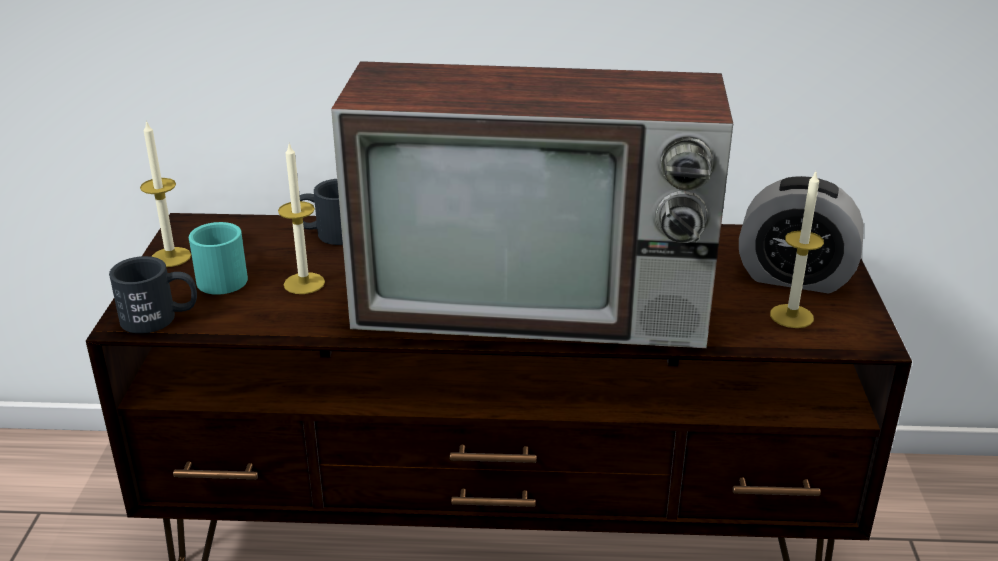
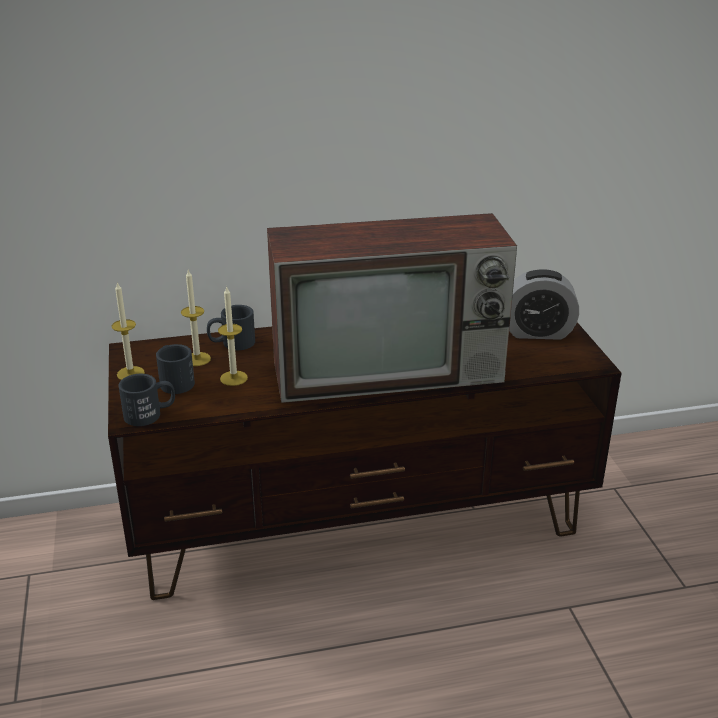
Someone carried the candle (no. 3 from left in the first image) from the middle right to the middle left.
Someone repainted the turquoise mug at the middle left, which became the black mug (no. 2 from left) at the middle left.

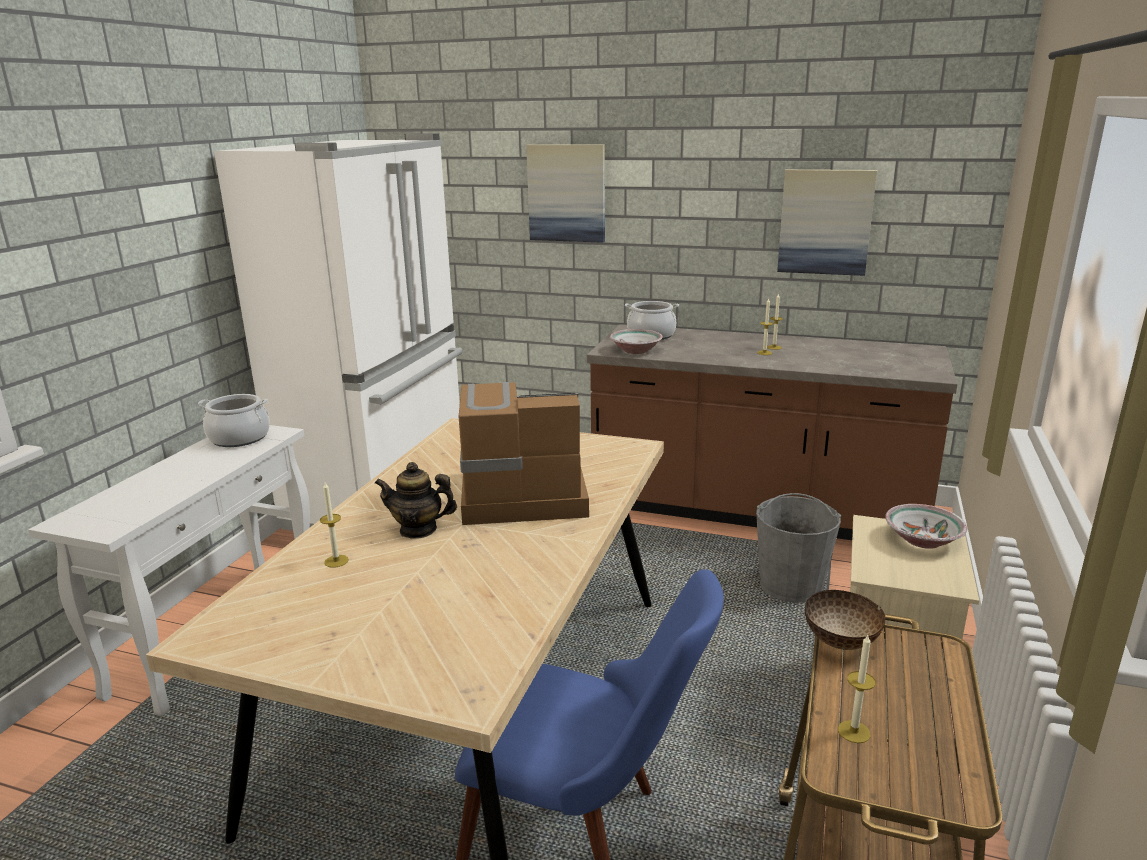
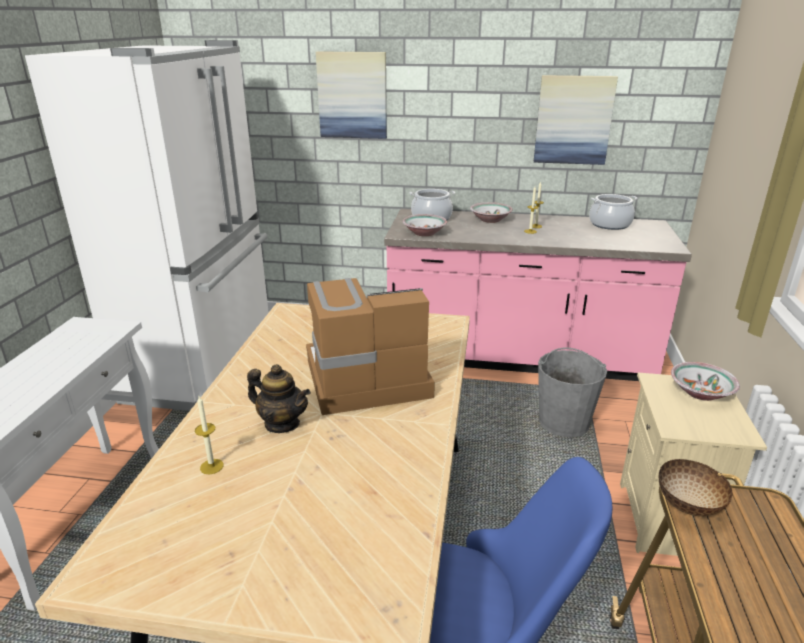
Someone repainted the brown counter at the middle right, which became the pink counter at the middle right.
Someone carried the cooking pot (no. 1 from left in the first image) from the middle left to the top right.
Someone rotated the teapot at the centre by 150 degrees counterclockwise.
Someone took away the candle (no. 4 from left) at the bottom right.
Someone put down the bowl (no. 2 from left) at the top centre.

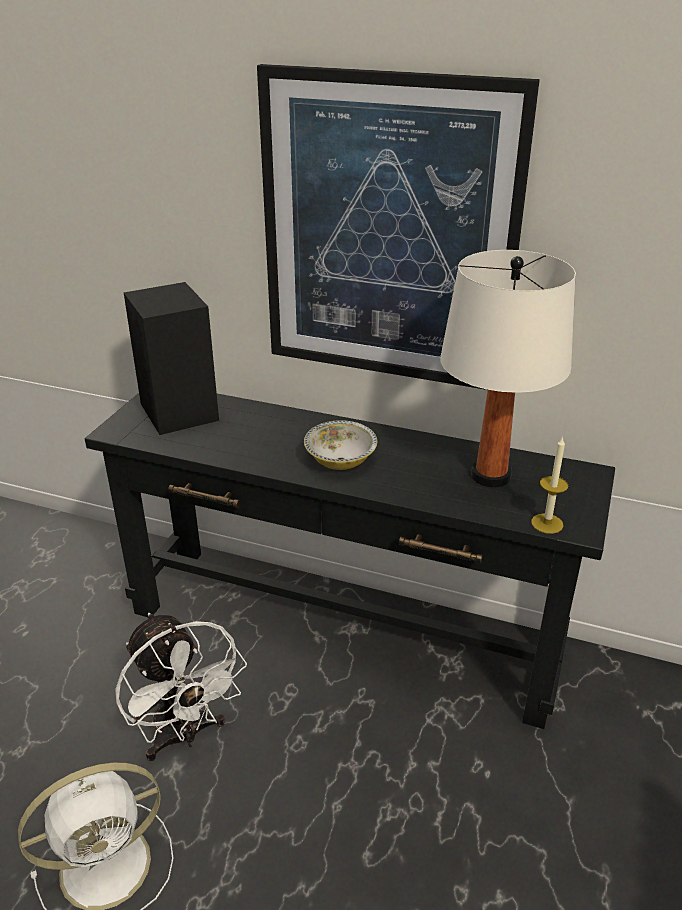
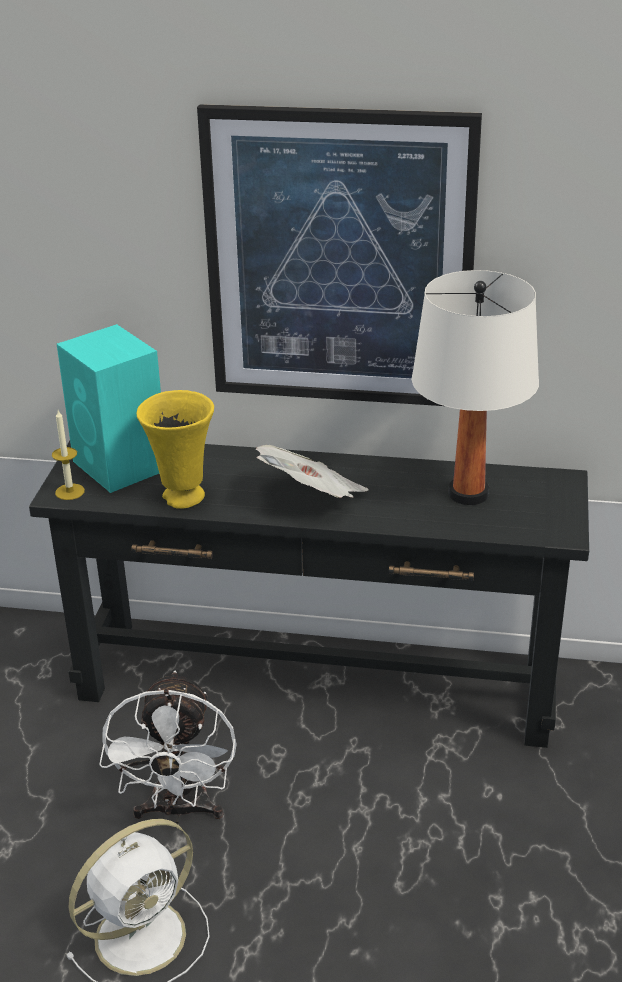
Someone repainted the black speaker at the middle left, which became the turquoise speaker at the middle left.
Someone swapped the bowl at the centre for the newspaper at the centre.
Someone carried the candle from the middle right to the middle left.
Someone rotated the white fan (no. 2 from left) at the bottom left by 45 degrees clockwise.
Someone put down the yellow vase at the middle left.

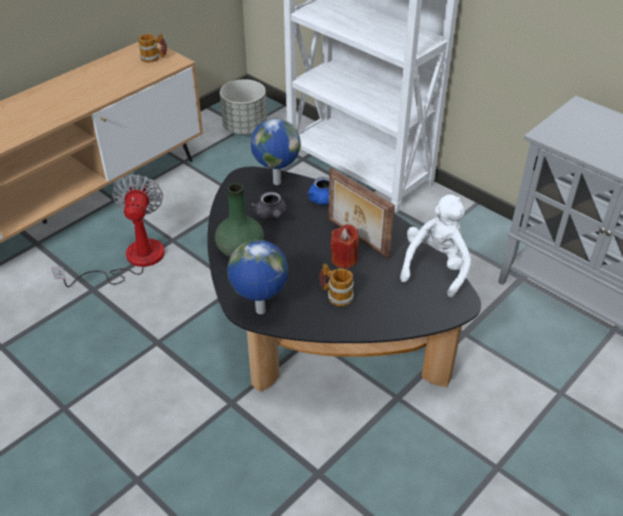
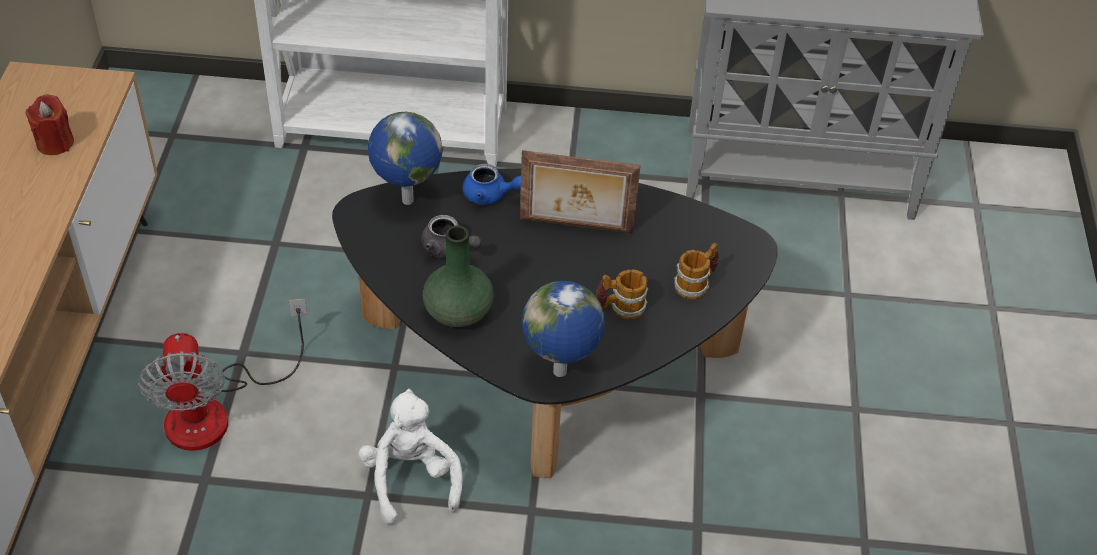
Someone carried the mug (no. 1 from left in the first image) from the top left to the centre.
Someone took away the grey planter at the top centre.
Someone rotated the fan at the middle left by 150 degrees counterclockwise.
Someone carried the white plush toy from the middle right to the bottom centre.
Someone carried the red candle from the centre to the top left.

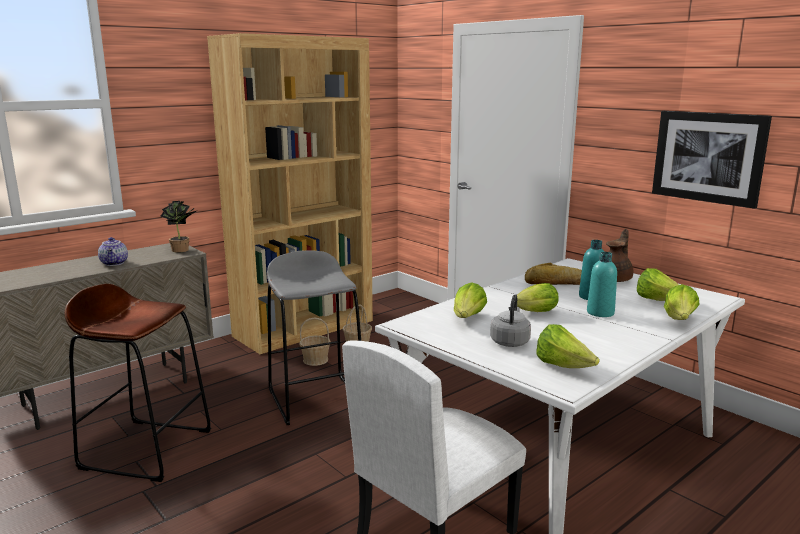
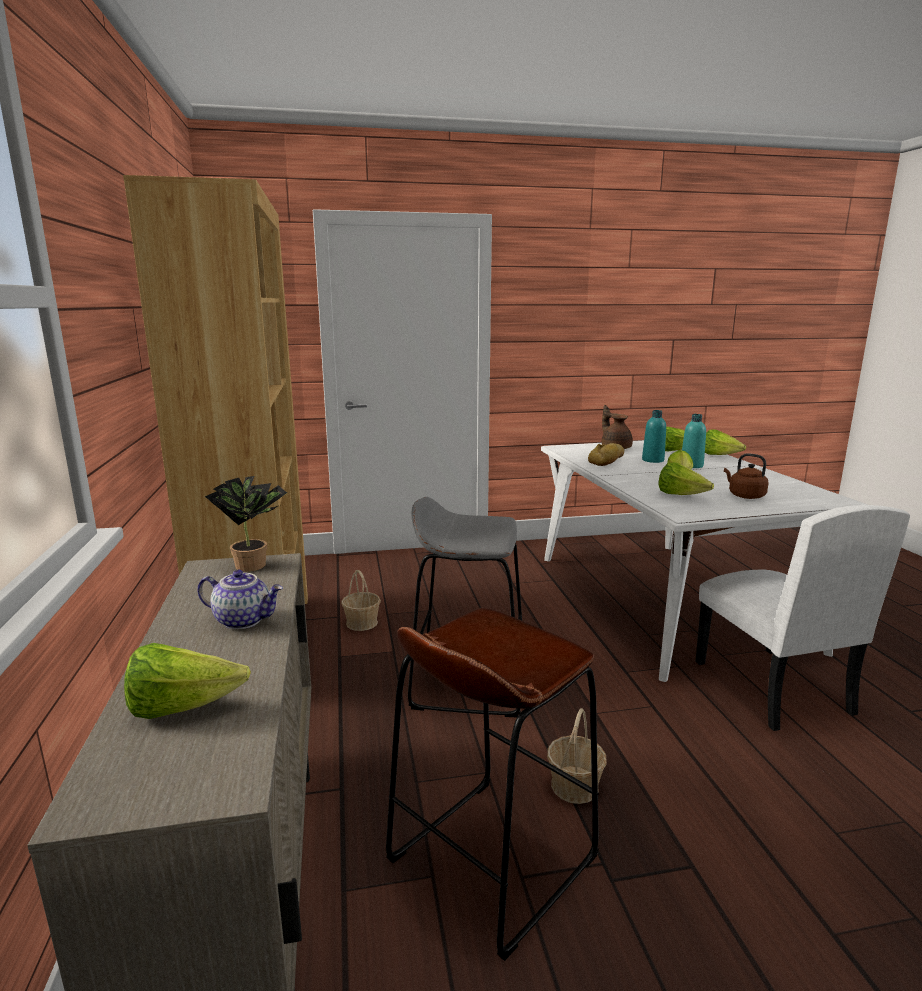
Someone took away the picture at the top right.
Someone repainted the grey kettle at the centre, which became the brown kettle at the middle right.
Someone carried the basket (no. 1 from left in the first image) from the centre to the bottom centre.
Someone carried the lettuce (no. 3 from left in the first image) from the middle right to the bottom left.

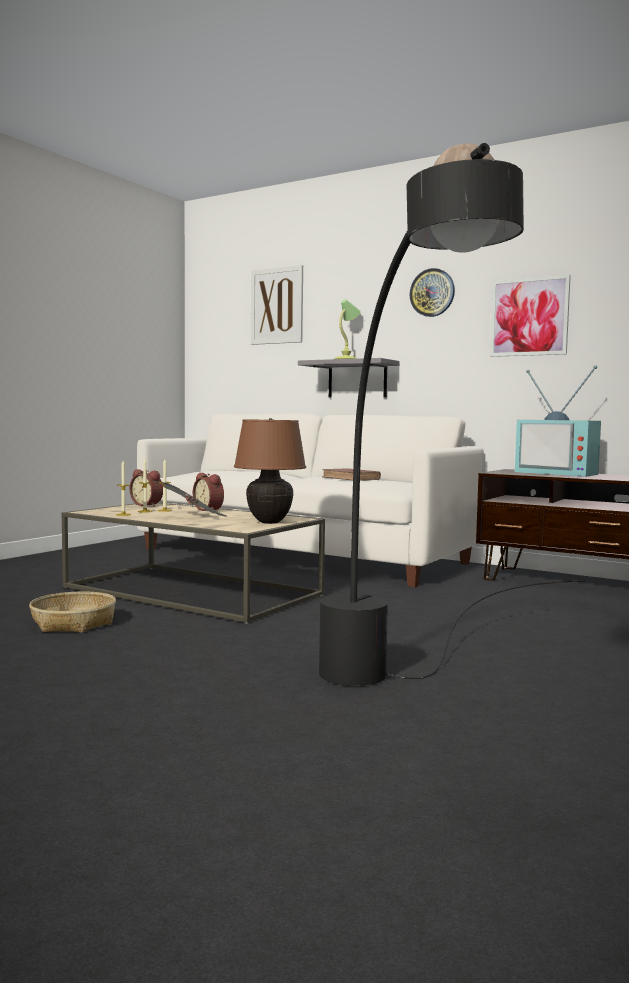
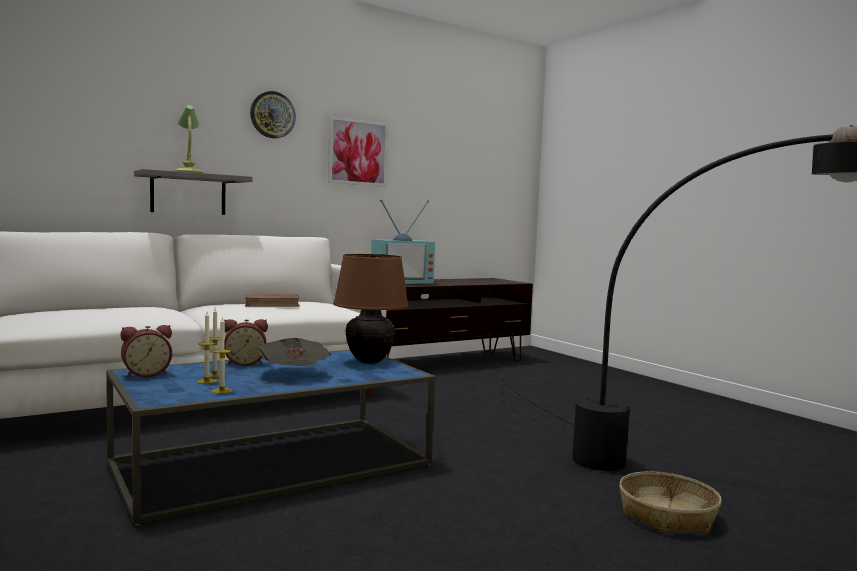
Someone took away the picture (no. 1 from left) at the top centre.
Someone repainted the beige coffee table at the middle left, which became the blue coffee table at the bottom left.
Someone carried the basket from the middle left to the bottom right.

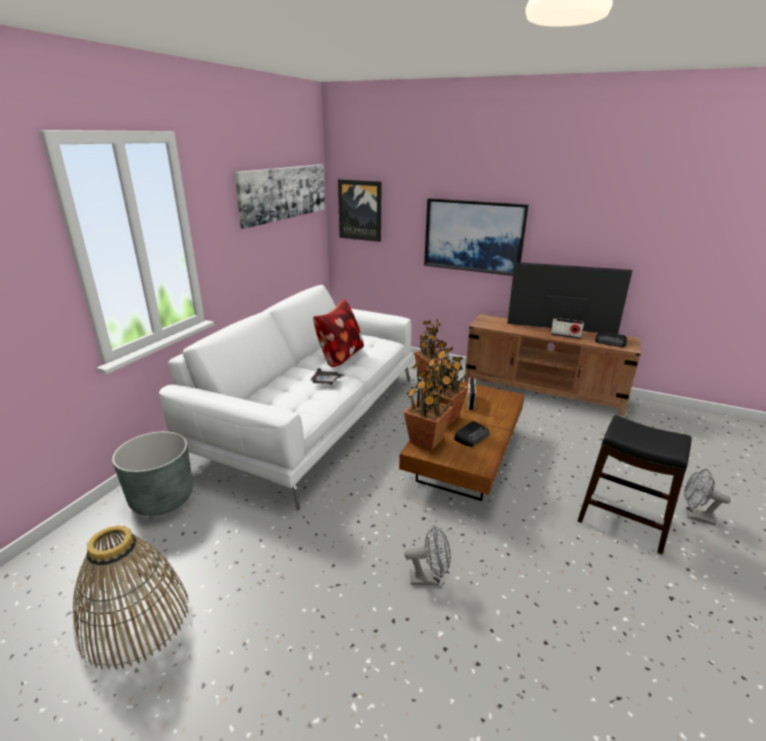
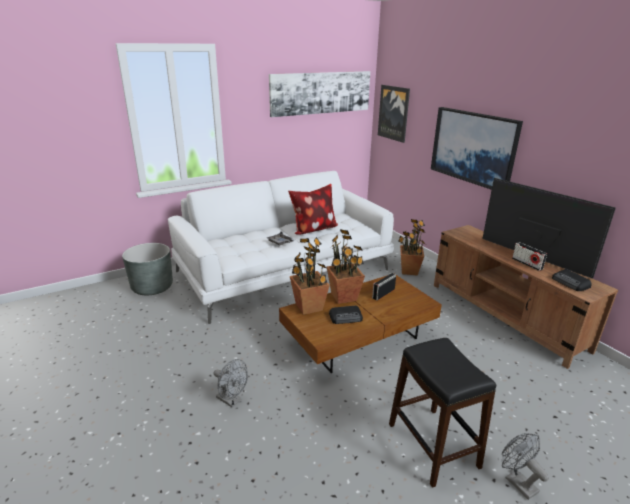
Someone took away the basket at the bottom left.

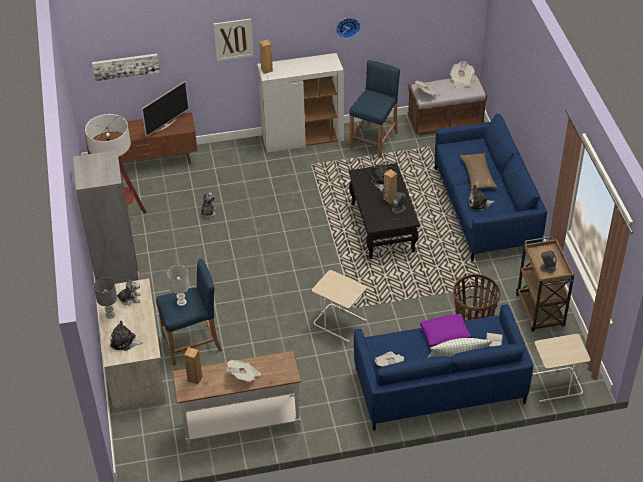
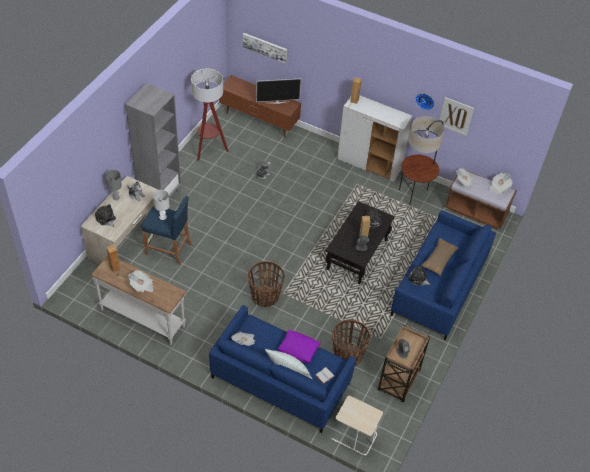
Someone carried the picture (no. 2 from left) from the top centre to the top right.
Someone swapped the blue stool (no. 2 from left) at the top centre for the floor lamp (no. 2 from left) at the middle right.
Someone swapped the beige side table (no. 1 from left) at the centre for the basket (no. 1 from left) at the centre.

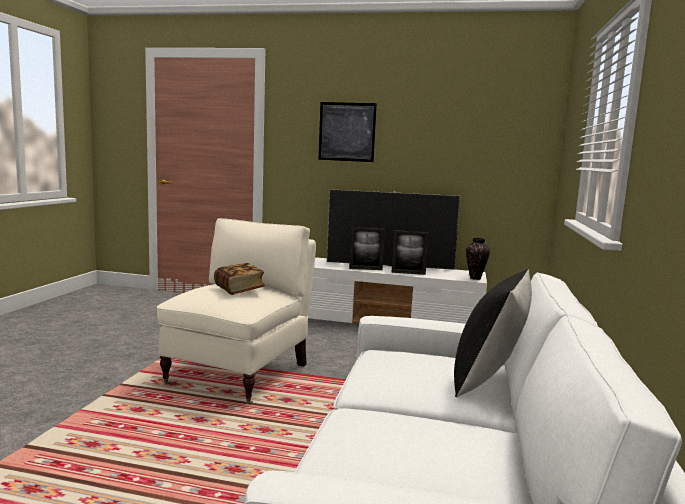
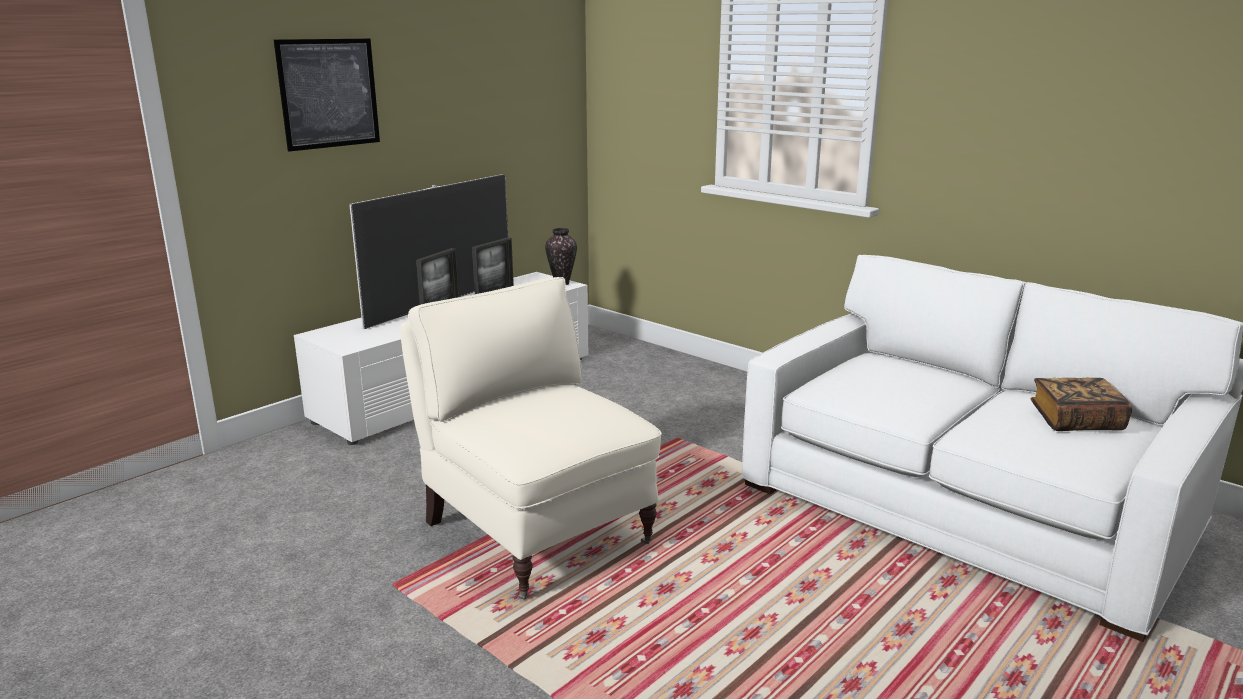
Someone carried the book from the centre to the middle right.
Someone took away the black pillow at the middle right.

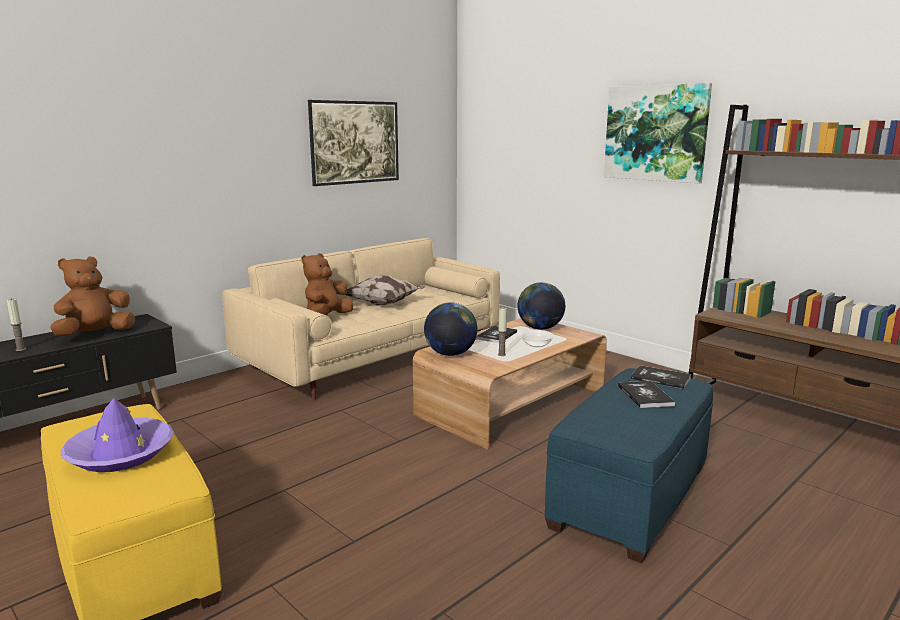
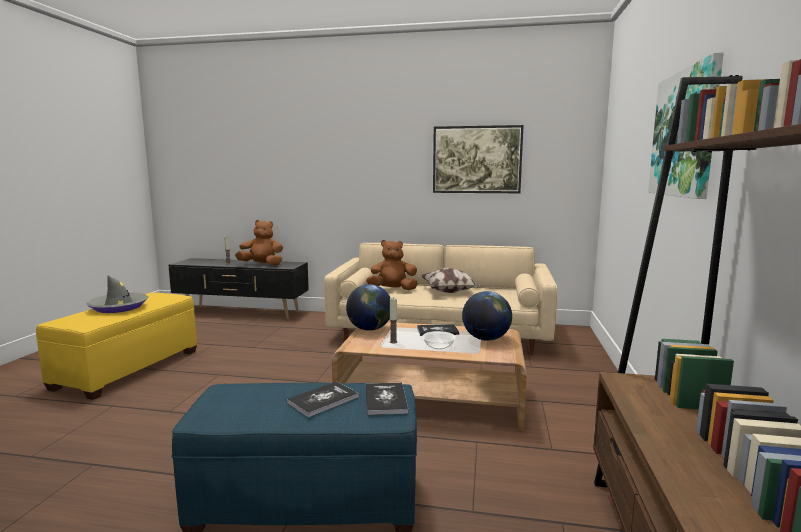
Someone repainted the purple hat at the bottom left, which became the grey hat at the middle left.

